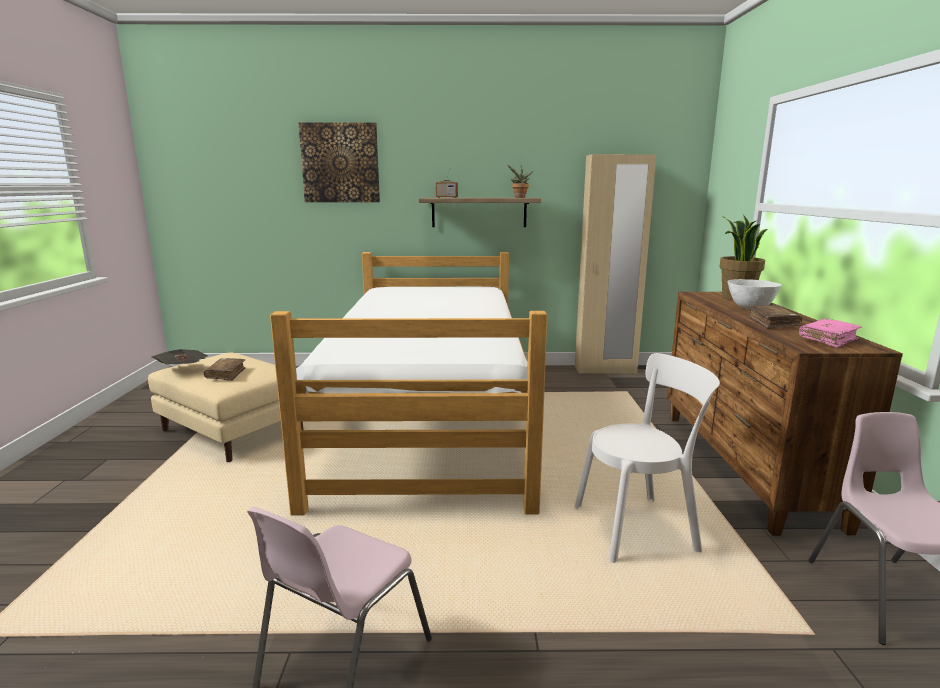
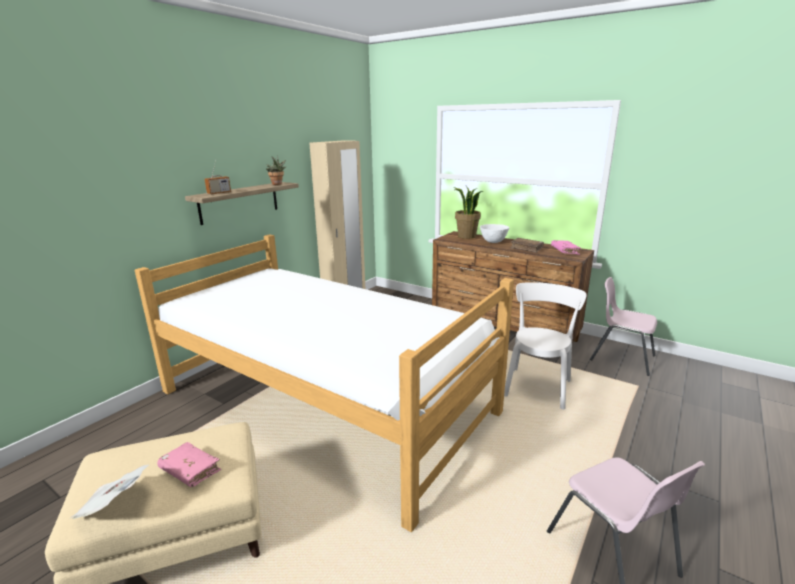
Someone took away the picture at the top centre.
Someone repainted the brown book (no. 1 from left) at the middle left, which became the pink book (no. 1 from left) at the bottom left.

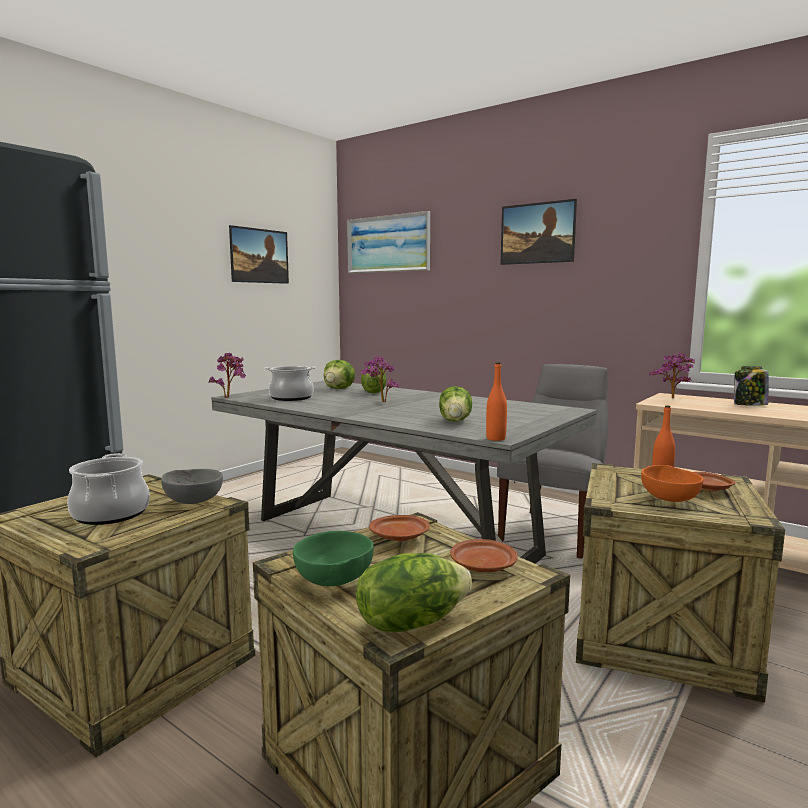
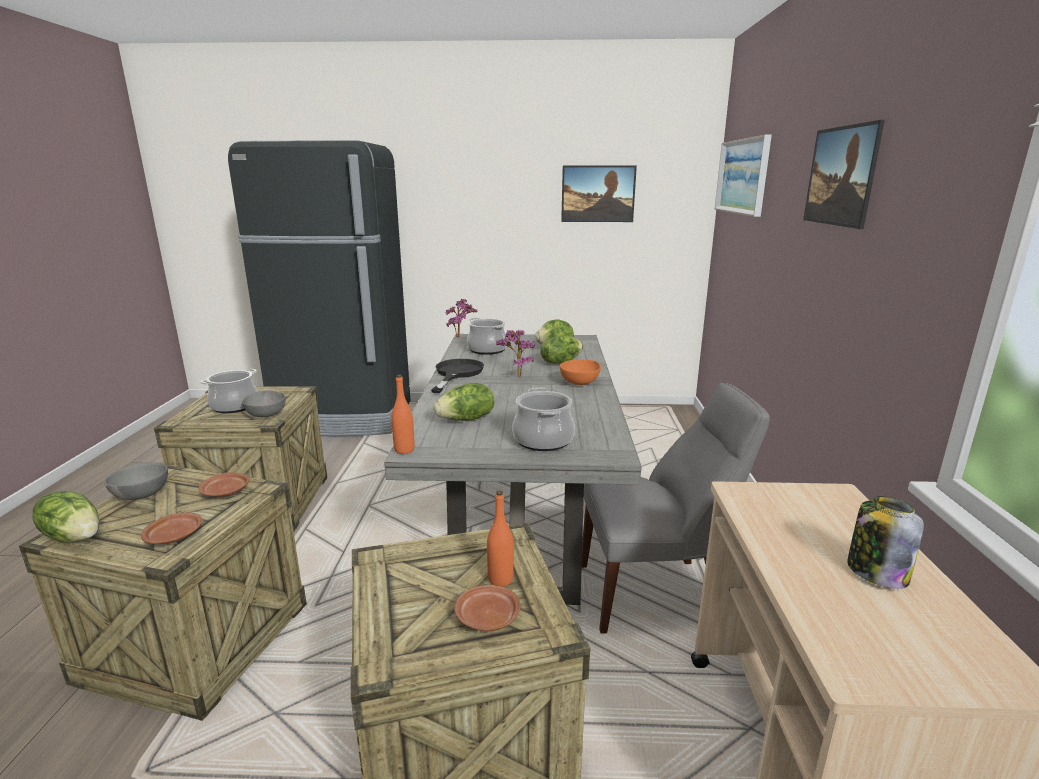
Someone took away the potted plant (no. 3 from left) at the middle right.
Someone carried the orange bowl from the middle right to the centre.
Someone repainted the green bowl at the bottom centre, which became the grey bowl (no. 1 from left) at the middle left.
Someone put down the black frying pan at the centre.
Someone put down the cooking pot (no. 3 from left) at the centre.

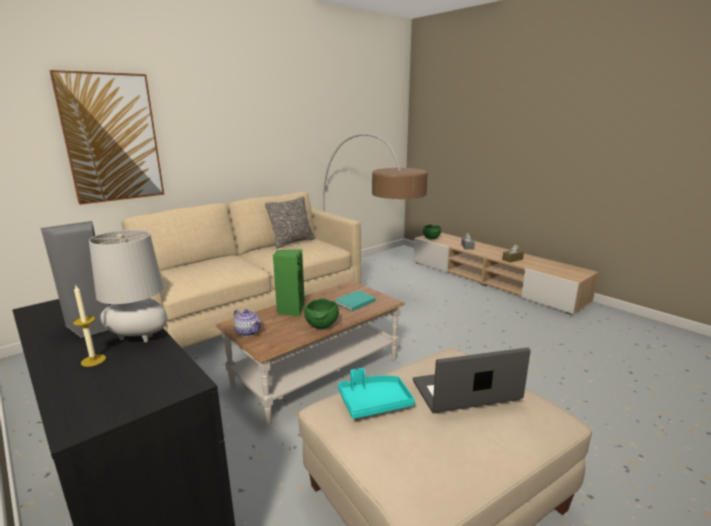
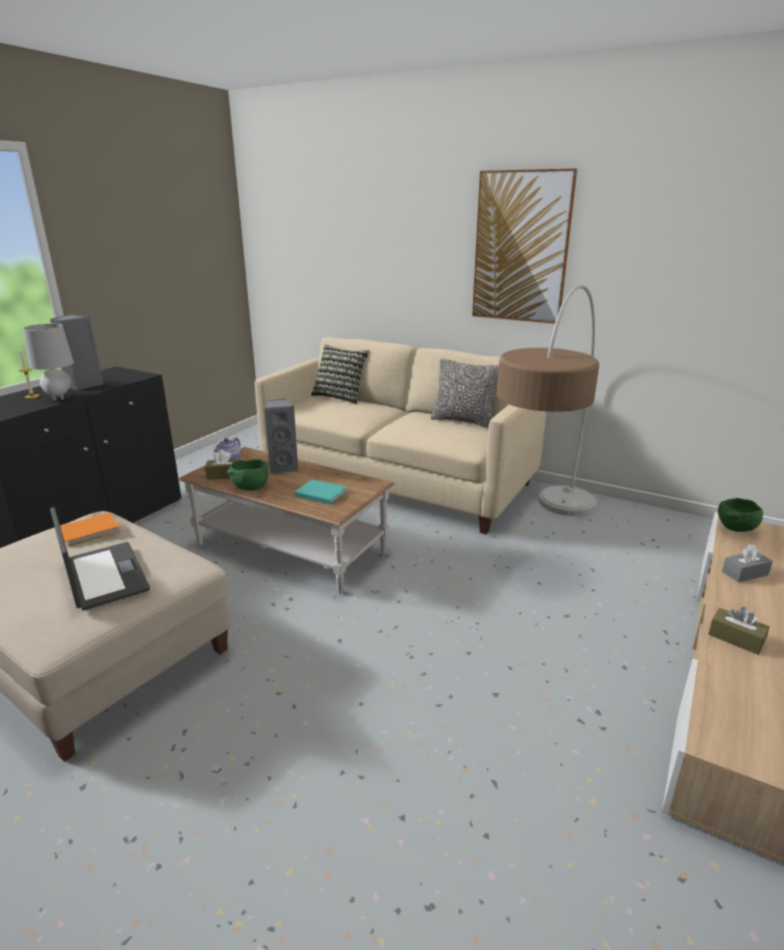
Someone carried the picture from the top left to the top right.
Someone repainted the green speaker at the centre, which became the grey speaker (no. 2 from left) at the centre.
Someone swapped the turquoise tray at the bottom centre for the orange book at the middle left.
Someone put down the pillow (no. 1 from left) at the centre.
Someone put down the brown tissue box (no. 1 from left) at the middle left.

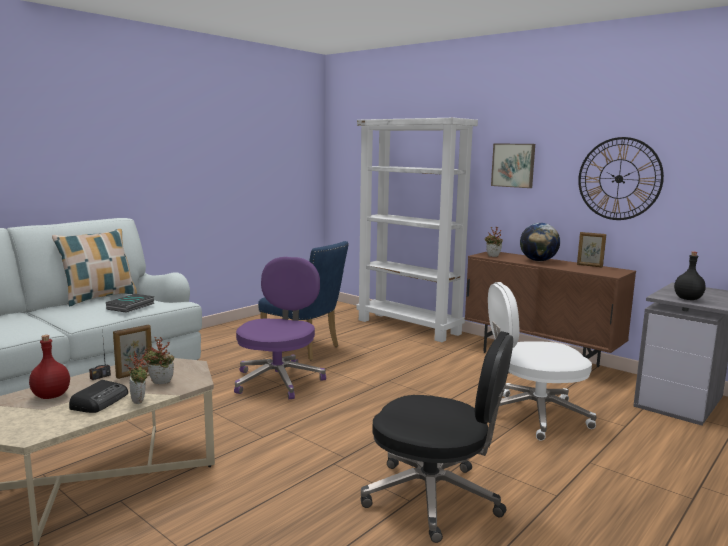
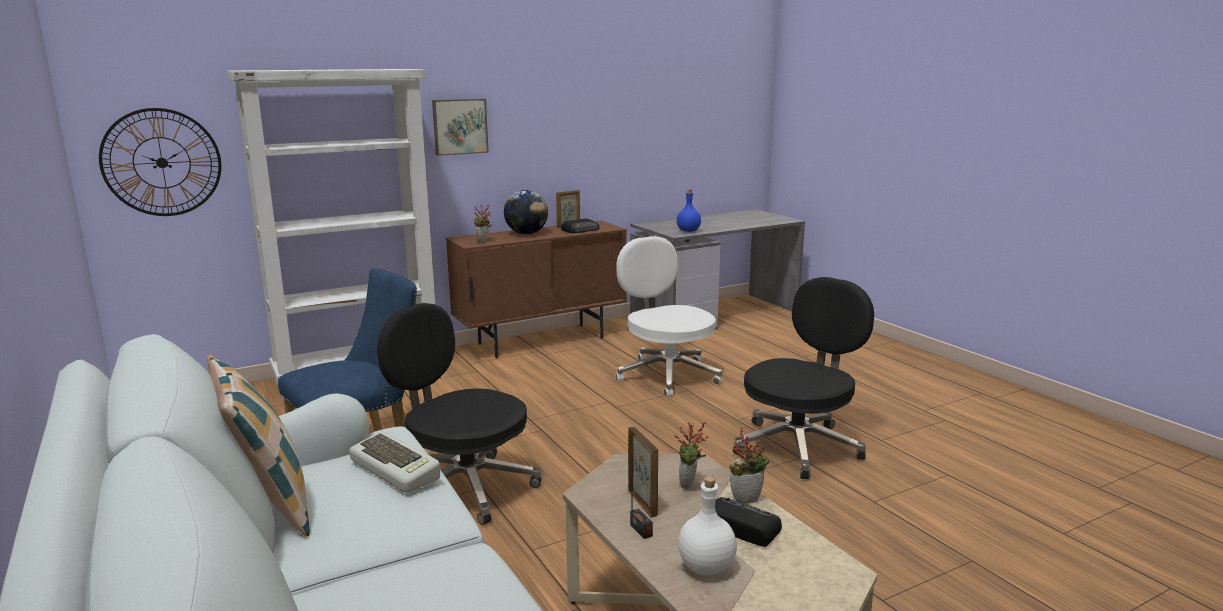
Someone carried the wall clock from the top right to the top left.
Someone repainted the black bottle at the middle right, which became the blue bottle at the centre.
Someone repainted the purple office chair at the centre, which became the black office chair (no. 1 from left) at the bottom centre.
Someone rotated the white office chair at the middle right by 135 degrees clockwise.
Someone swapped the book at the middle left for the keyboard at the bottom left.
Someone repainted the red bottle at the bottom left, which became the white bottle at the bottom centre.
Someone put down the radio (no. 1 from left) at the centre.

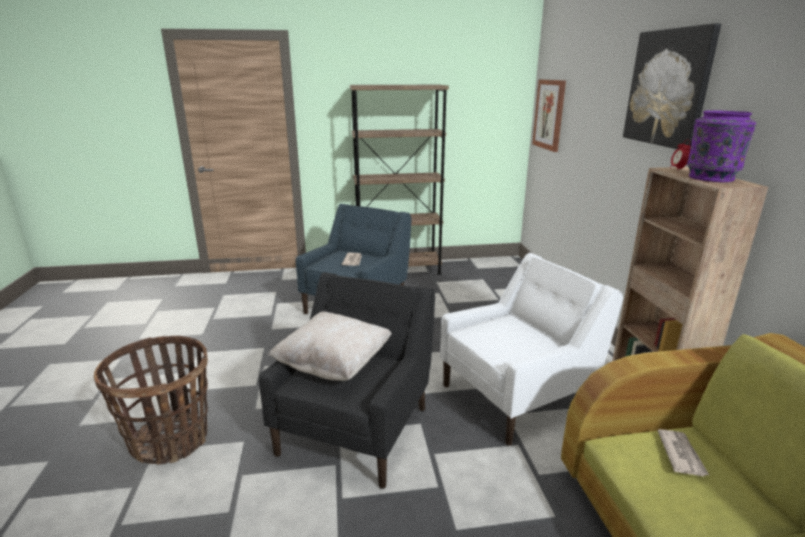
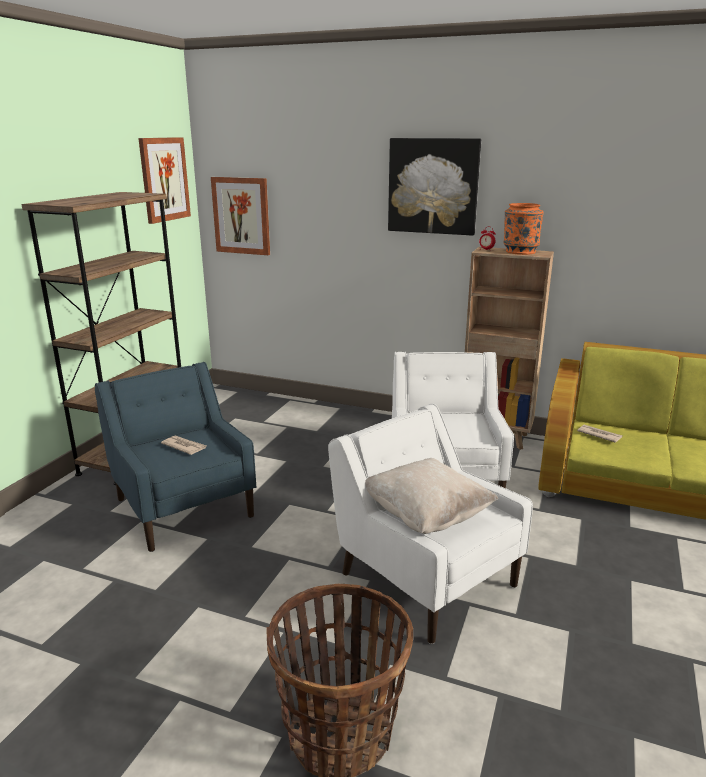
Someone repainted the purple vase at the top right, which became the orange vase at the top right.
Someone repainted the black armchair at the bottom centre, which became the white armchair (no. 1 from left) at the bottom centre.
Someone put up the picture (no. 1 from left) at the top left.

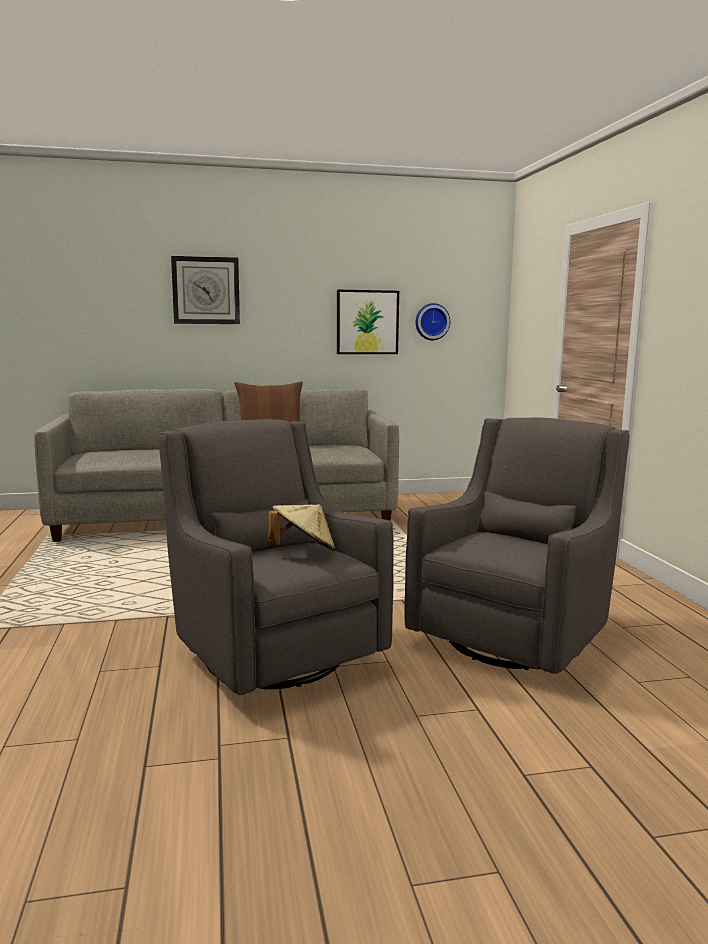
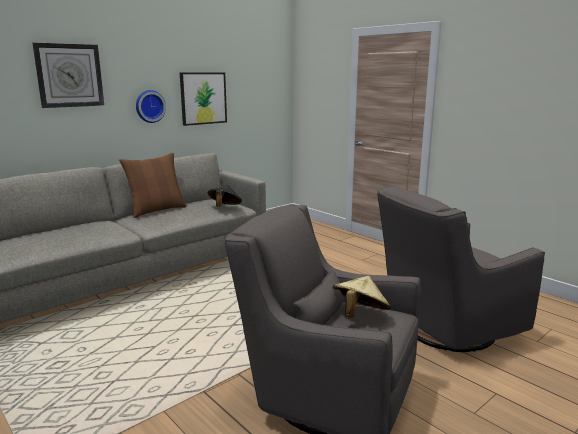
Someone carried the wall clock (no. 2 from left) from the centre to the top left.
Someone rotated the grey armchair (no. 2 from left) at the middle right by 120 degrees counterclockwise.
Someone put down the black hat at the centre.

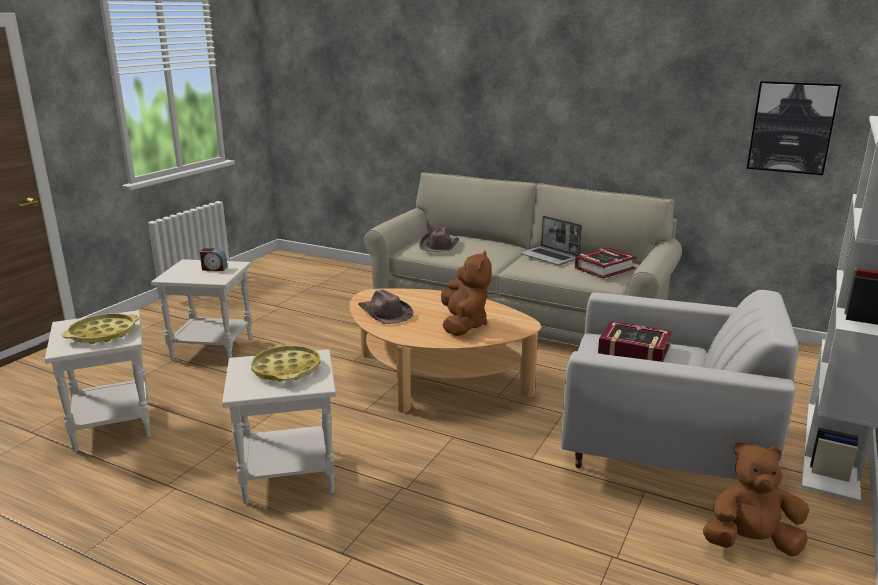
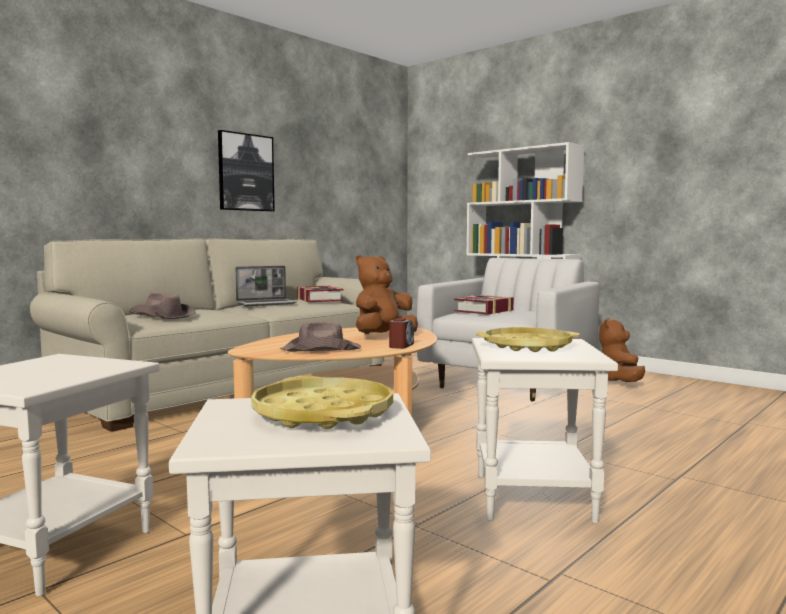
Someone carried the picture from the top right to the top left.
Someone carried the alarm clock from the middle left to the centre.
Someone rotated the brown plush toy (no. 1 from left) at the centre by 60 degrees counterclockwise.

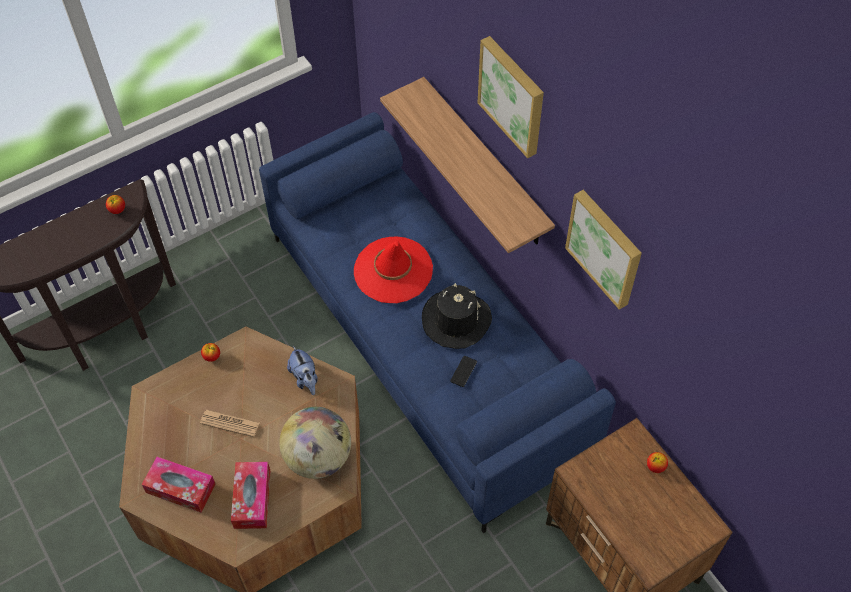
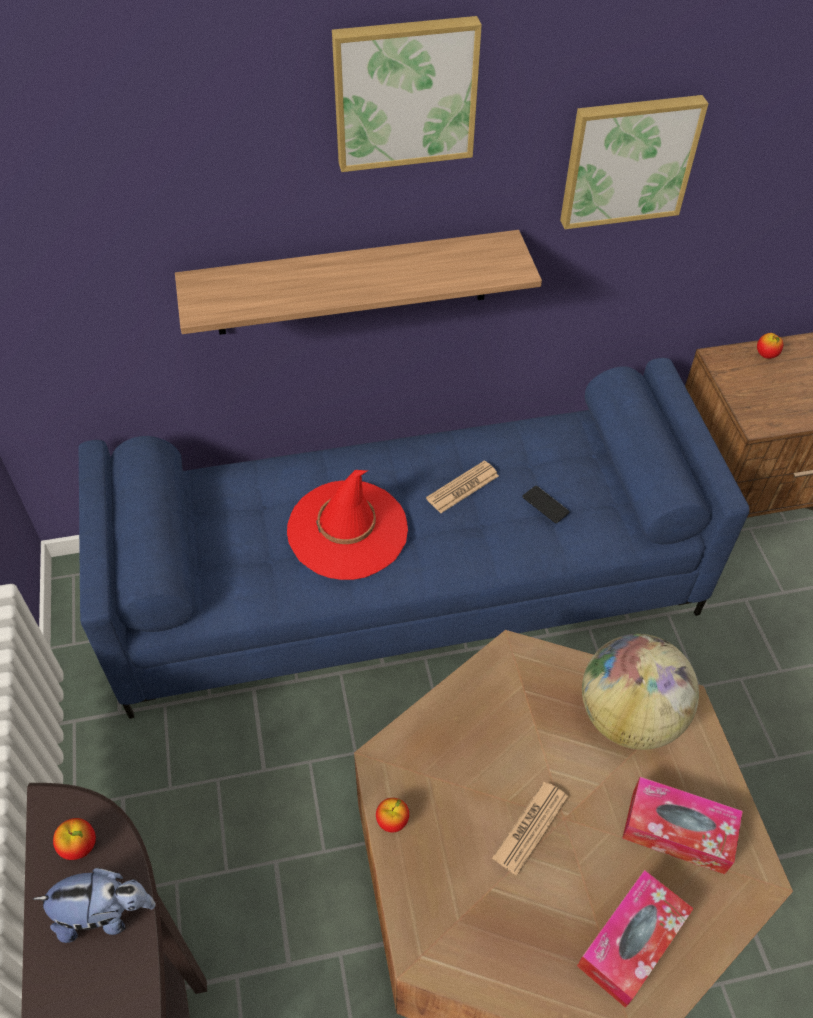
Someone swapped the black hat at the centre for the newspaper (no. 1 from left) at the centre.
Someone carried the plush toy from the centre to the bottom left.

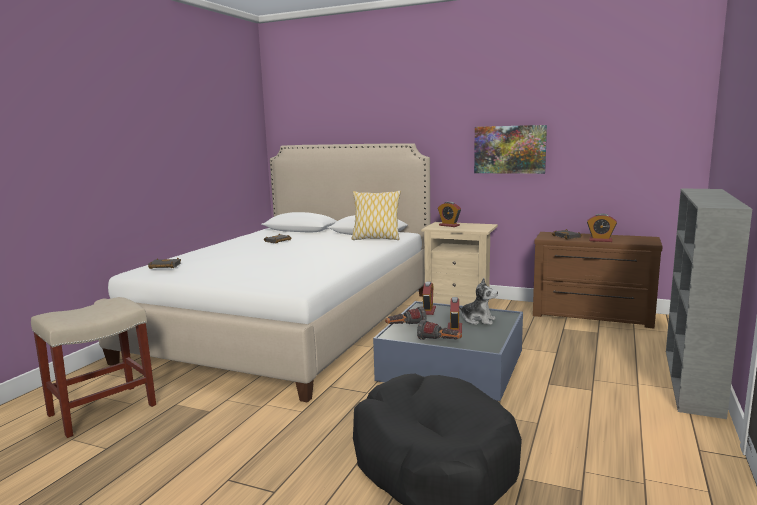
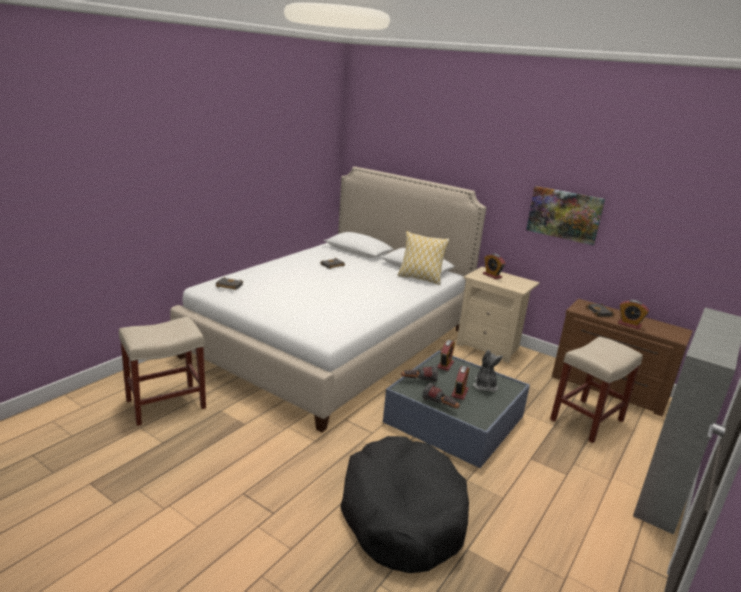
Someone rotated the plush toy at the centre by 120 degrees counterclockwise.
Someone put down the beige stool (no. 2 from left) at the middle right.

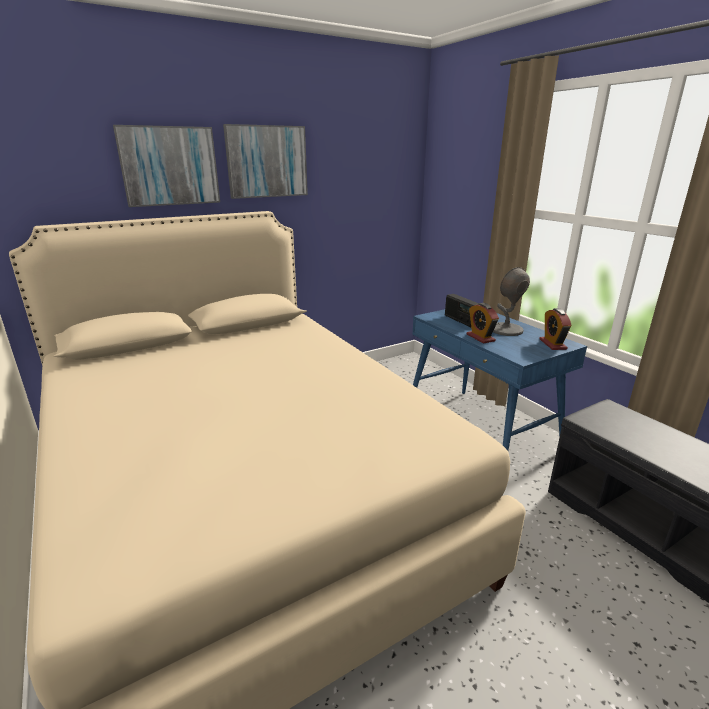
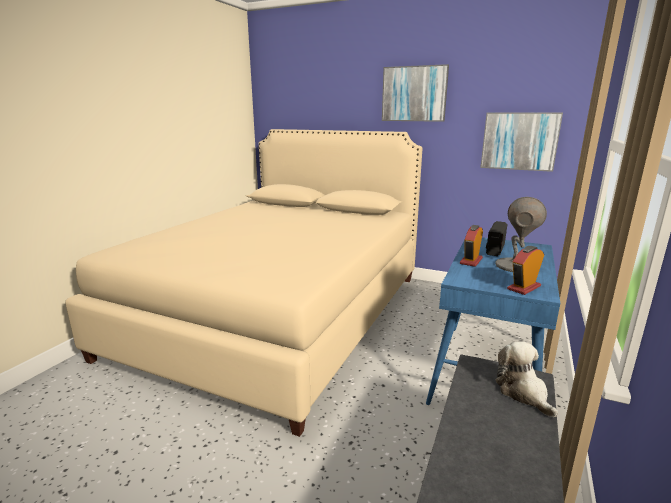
Someone carried the picture (no. 1 from left in the first image) from the top left to the top right.
Someone put down the plush toy at the bottom right.

